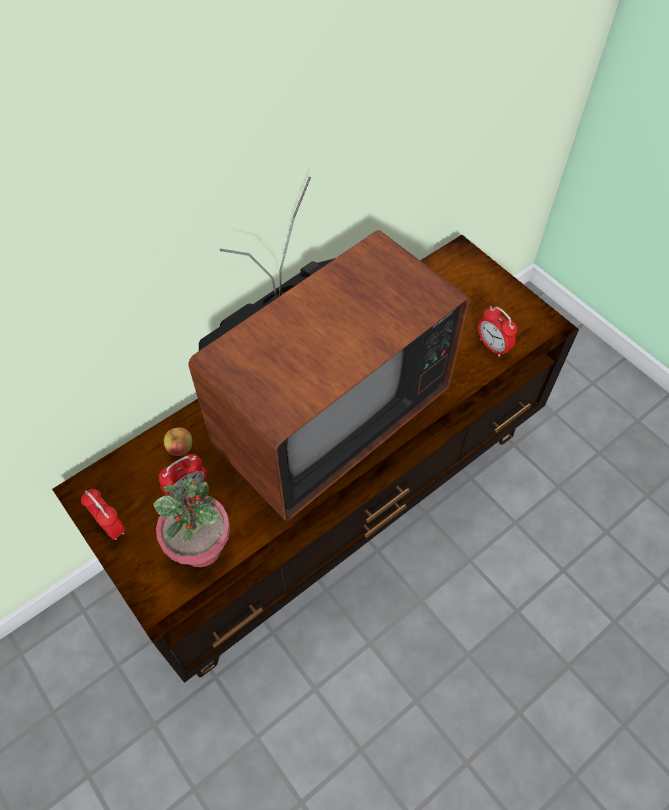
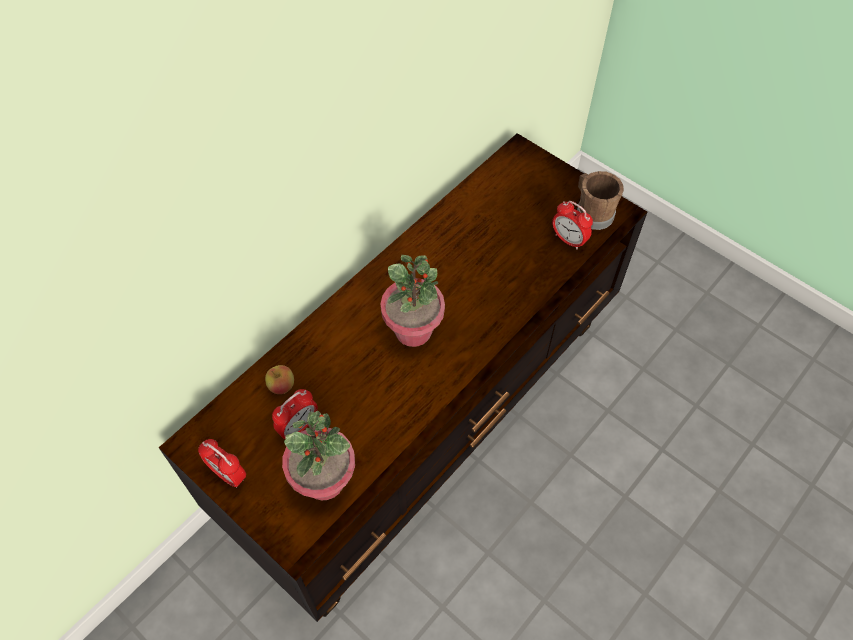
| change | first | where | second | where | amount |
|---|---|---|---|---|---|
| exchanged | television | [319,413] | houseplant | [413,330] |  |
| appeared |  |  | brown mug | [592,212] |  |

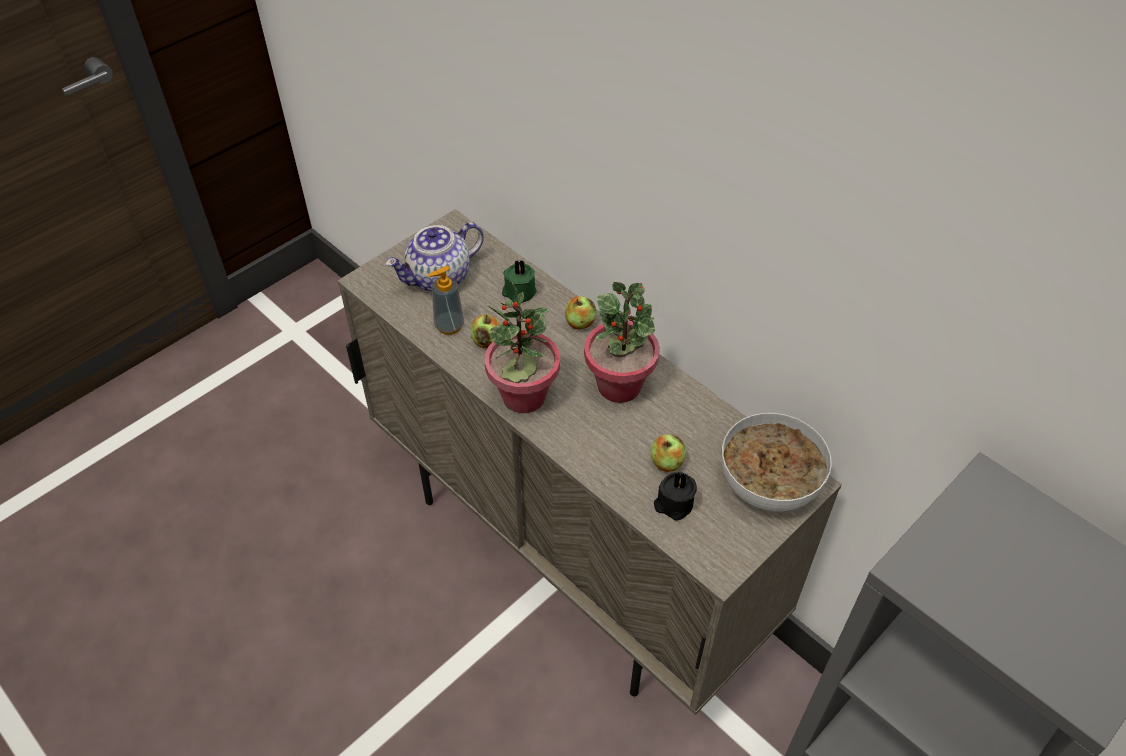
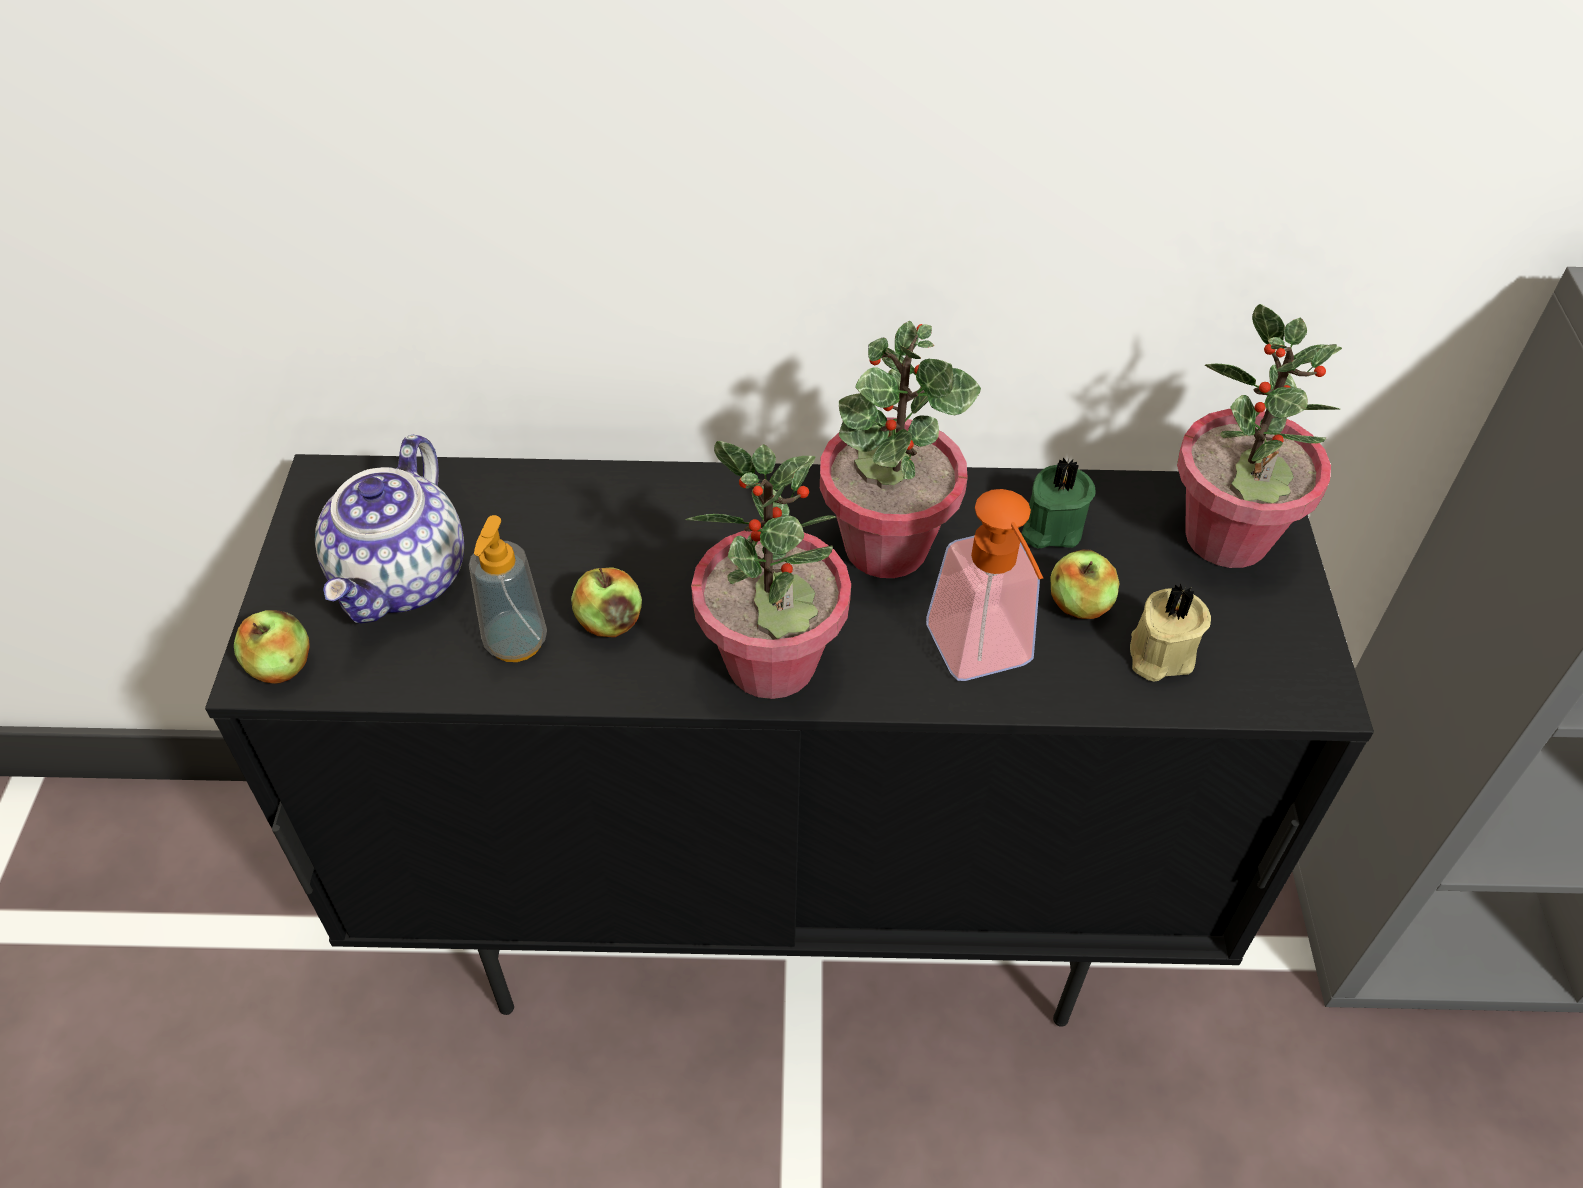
| change | first | where | second | where | amount |
|---|---|---|---|---|---|
| colour | sand-coloured cabinet | [568,556] | black-coloured cabinet | [788,915] |  |
| relocated | greenish wax light | [518,292] |  | [1050,527] |  |
| relocated | apple fruit | [580,323] |  | [281,666] |  |
| colour | black-coloured wax light | [673,504] | sand-coloured wax light | [1158,654] |  |
| exchanged | serving bowl | [768,485] | houseplant | [1226,538] |  |
| appeared |  |  | soap dispenser | [986,659] |  |

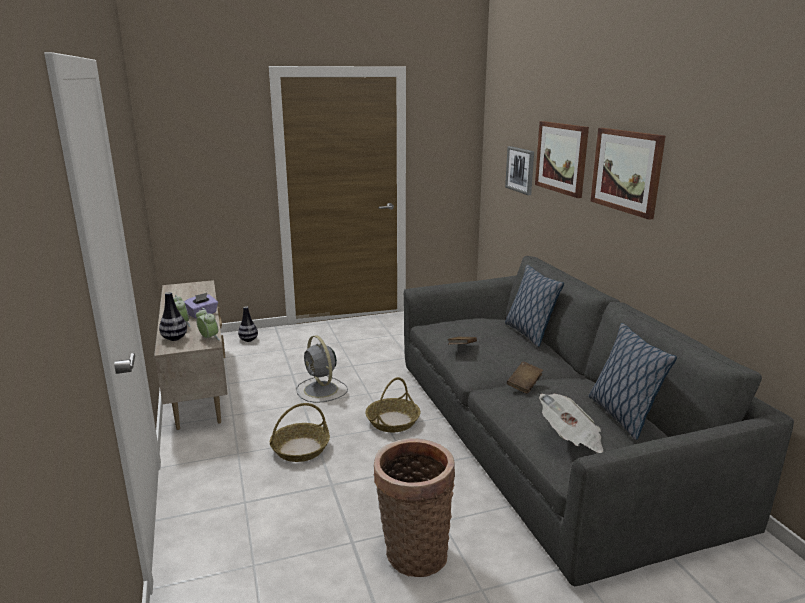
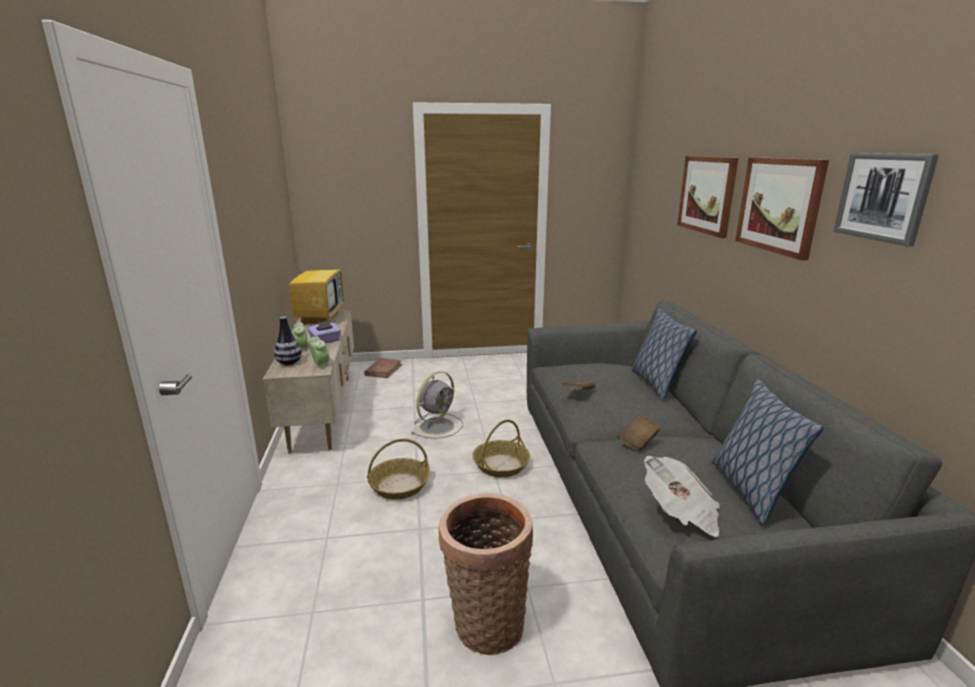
| change | first | where | second | where | amount |
|---|---|---|---|---|---|
| exchanged | flower vase | [248,340] | brown bound book | [383,370] |  |
| spun | grey cooling fan | [321,390] |  | [438,425] | 120 degrees counterclockwise |
| relocated | wall picture | [520,170] |  | [883,197] |  |
| appeared |  |  | television | [320,318] |  |

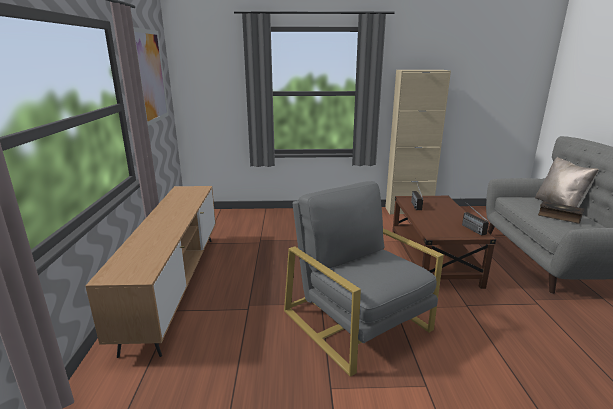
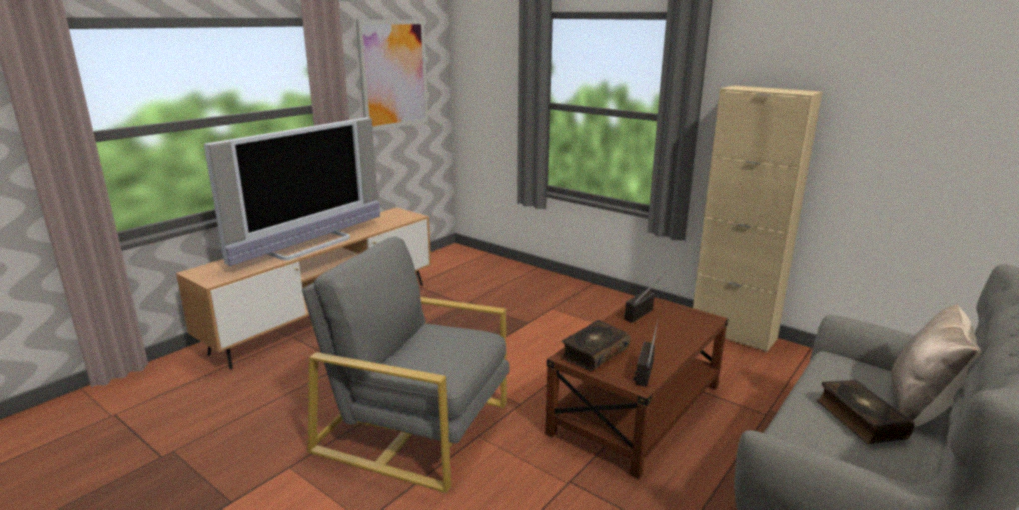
| change | first | where | second | where | amount |
|---|---|---|---|---|---|
| spun | grey lounge chair | [357,321] |  | [415,427] | 75 degrees counterclockwise |
| appeared |  |  | television | [310,245] |  |
| appeared |  |  | bound book | [594,353] |  |

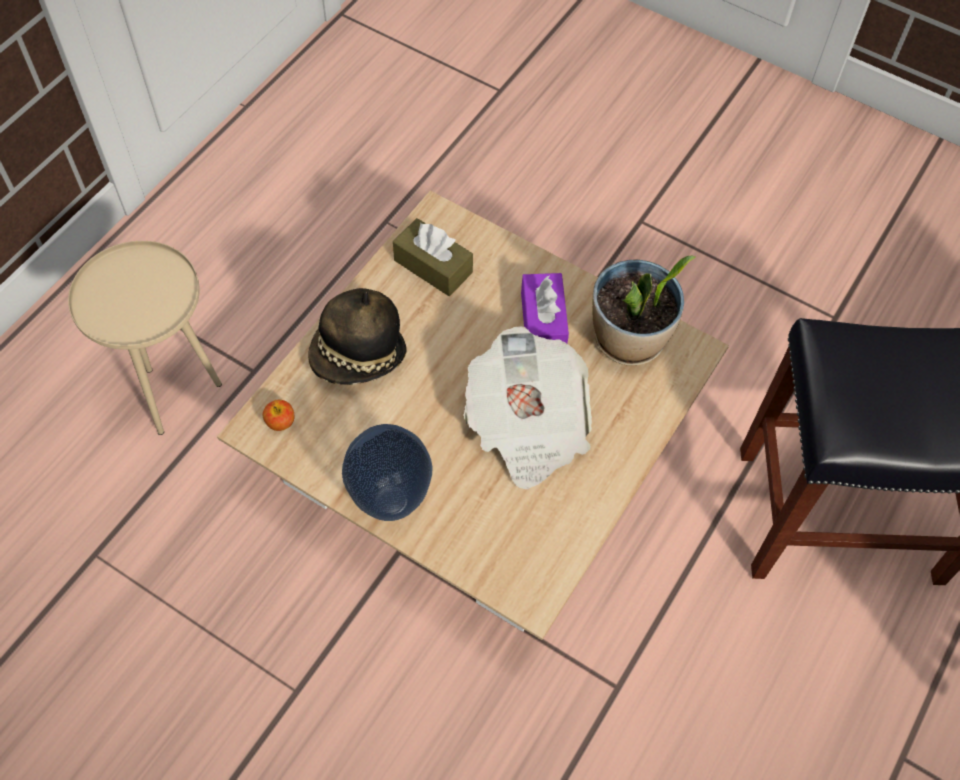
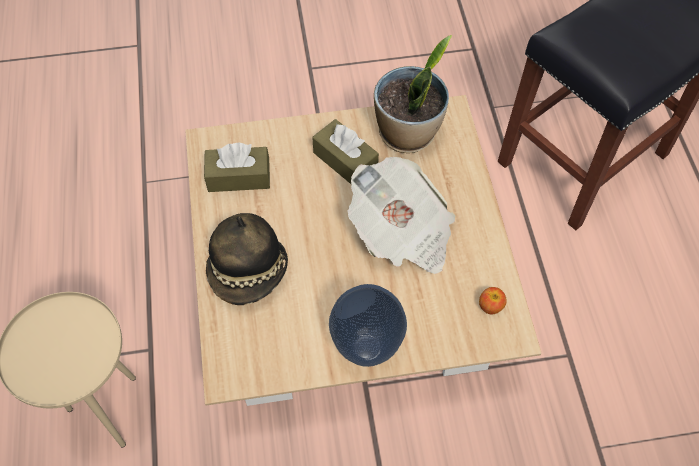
| change | first | where | second | where | amount |
|---|---|---|---|---|---|
| relocated | apple fruit | [280,422] |  | [490,306] |  |
| colour | purple-coloured tissue holder | [543,322] | brown tissue holder | [345,160] |  |

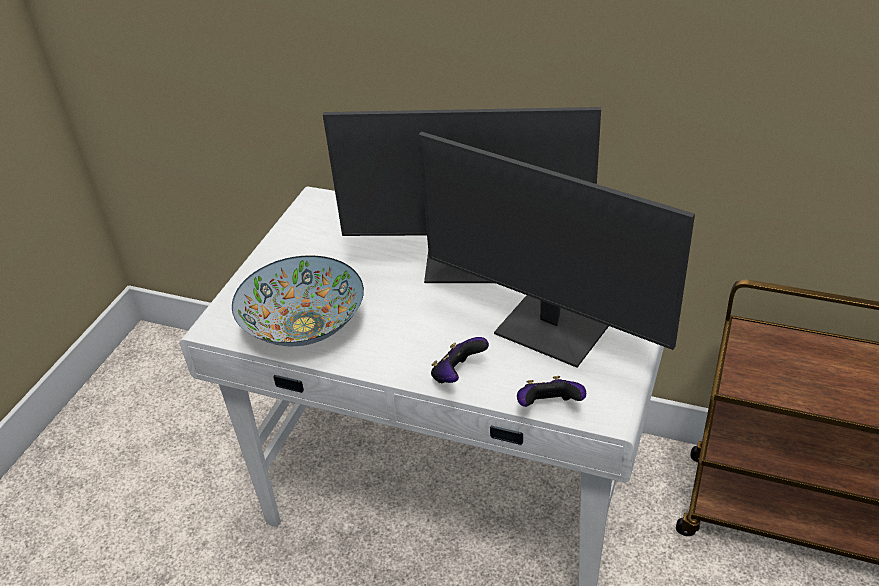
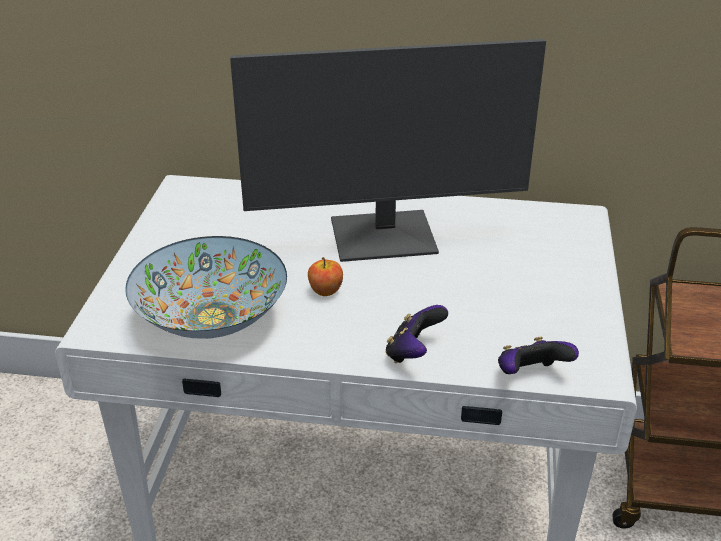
| change | first | where | second | where | amount |
|---|---|---|---|---|---|
| missing | monitor | [552,330] |  |  |  |
| appeared |  |  | apple fruit | [325,290] |  |

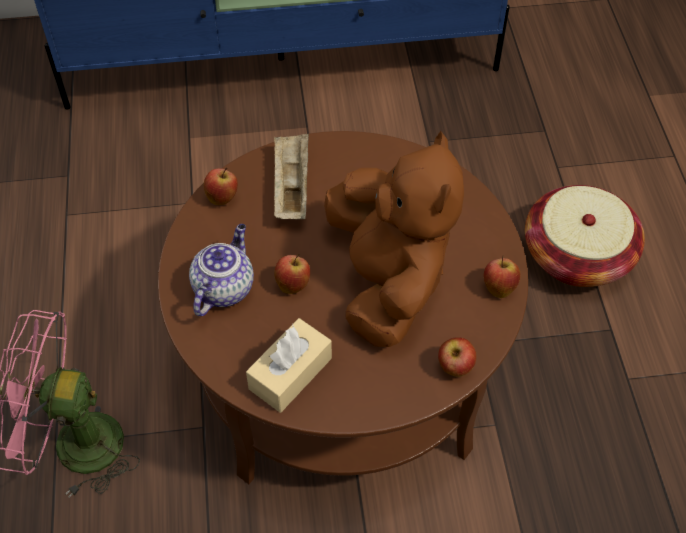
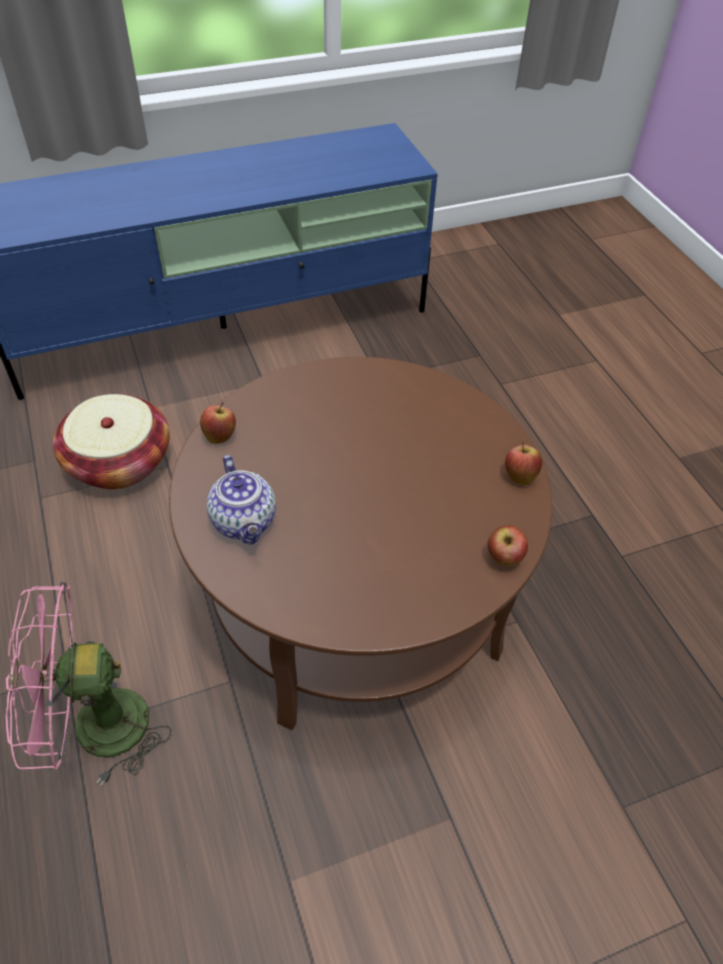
| change | first | where | second | where | amount |
|---|---|---|---|---|---|
| spun | tea pot | [223,287] |  | [245,522] | 150 degrees clockwise |
| missing | sand-coloured tissue holder | [290,373] |  |  |  |
| missing | sand-coloured serving tray | [291,187] |  |  |  |
| missing | apple fruit | [293,284] |  |  |  |
| missing | brown soft toy | [388,281] |  |  |  |
| relocated | storage basket | [577,255] |  | [119,461] |  |

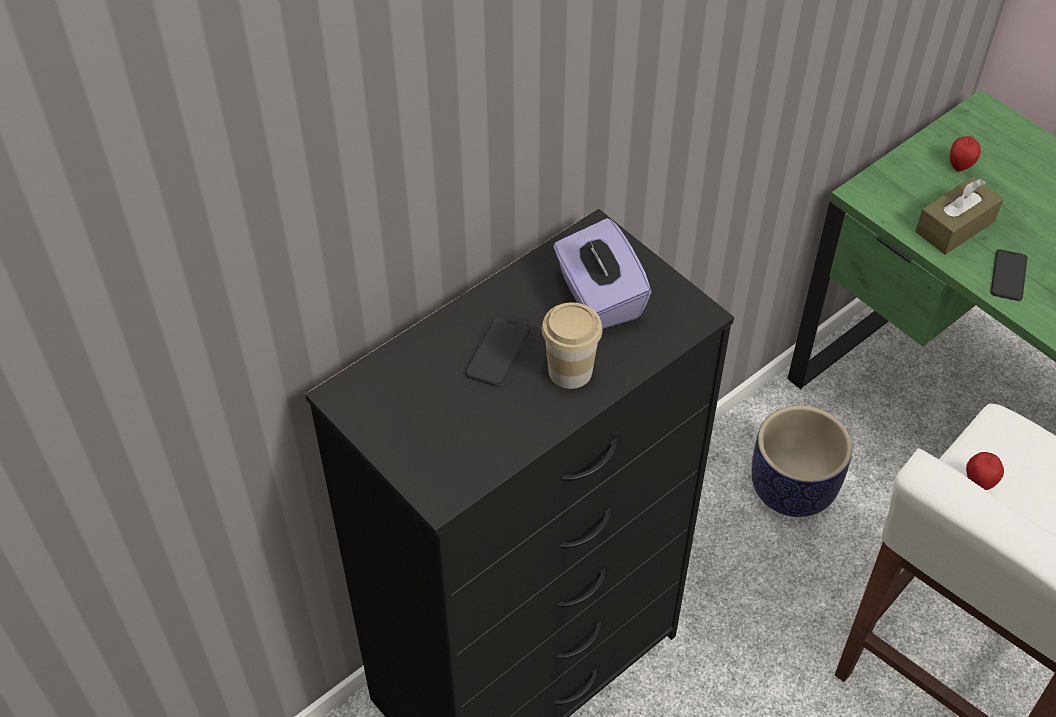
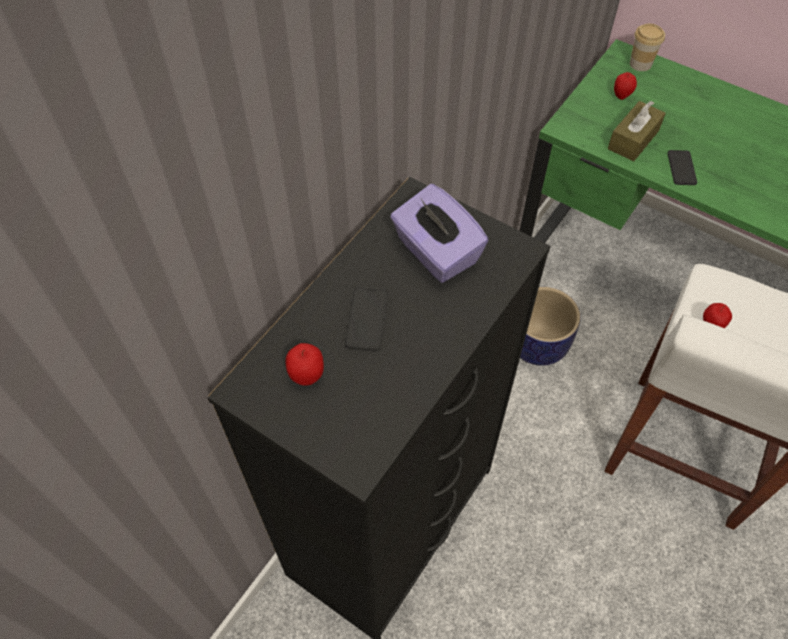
| change | first | where | second | where | amount |
|---|---|---|---|---|---|
| relocated | drinking cup | [570,371] |  | [640,64] |  |
| appeared |  |  | apple fruit | [307,376] |  |

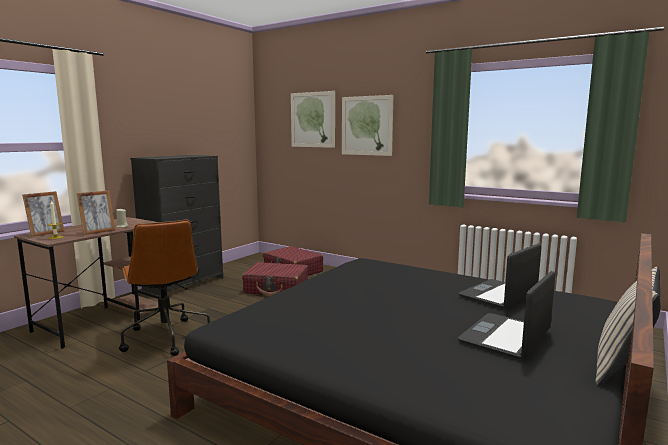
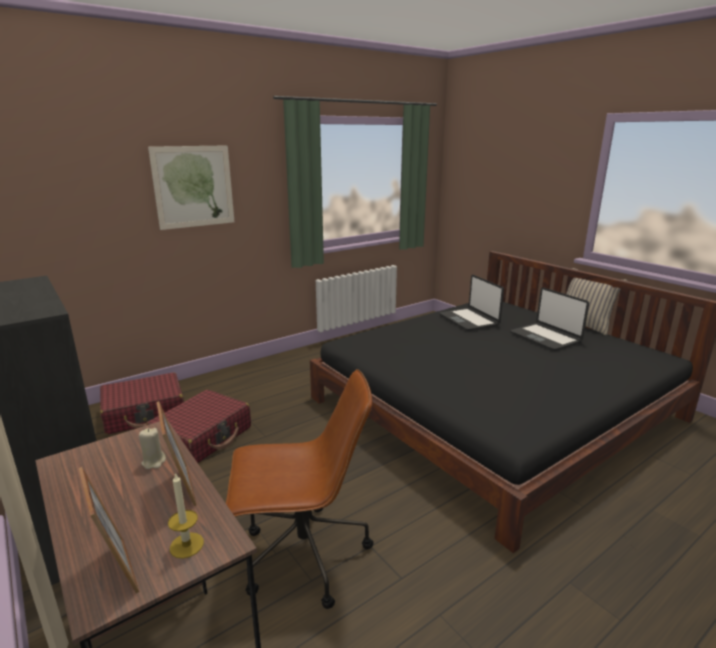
| change | first | where | second | where | amount |
|---|---|---|---|---|---|
| missing | wall picture | [312,119] |  |  |  |

